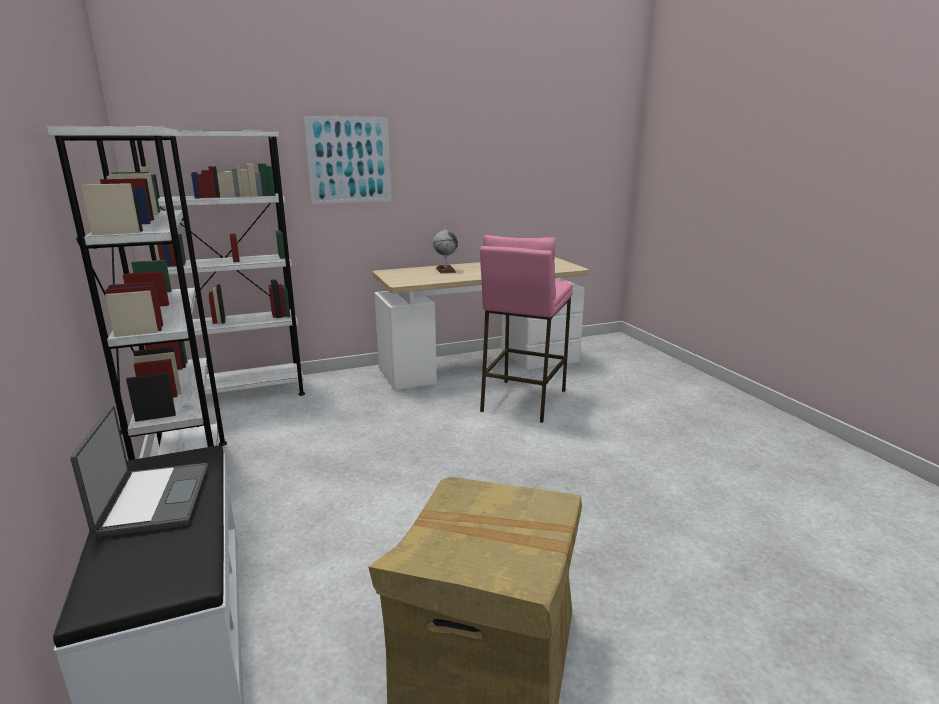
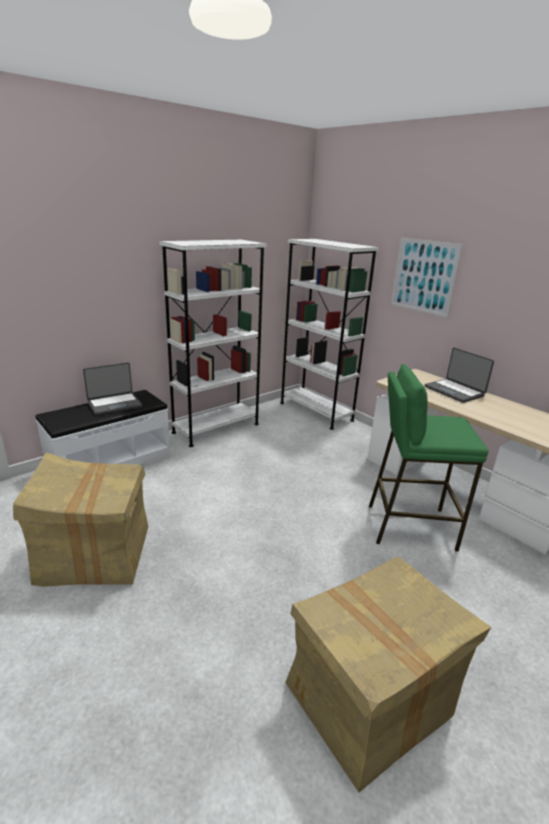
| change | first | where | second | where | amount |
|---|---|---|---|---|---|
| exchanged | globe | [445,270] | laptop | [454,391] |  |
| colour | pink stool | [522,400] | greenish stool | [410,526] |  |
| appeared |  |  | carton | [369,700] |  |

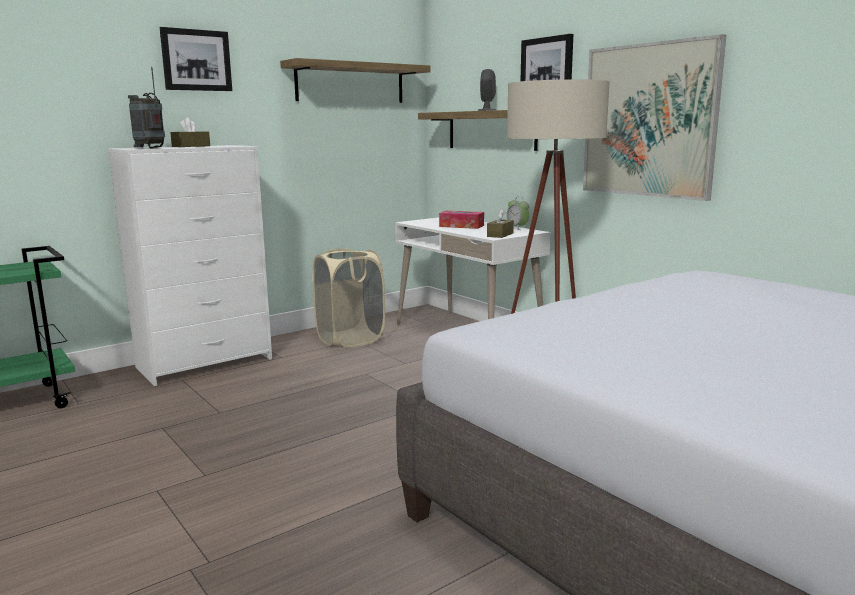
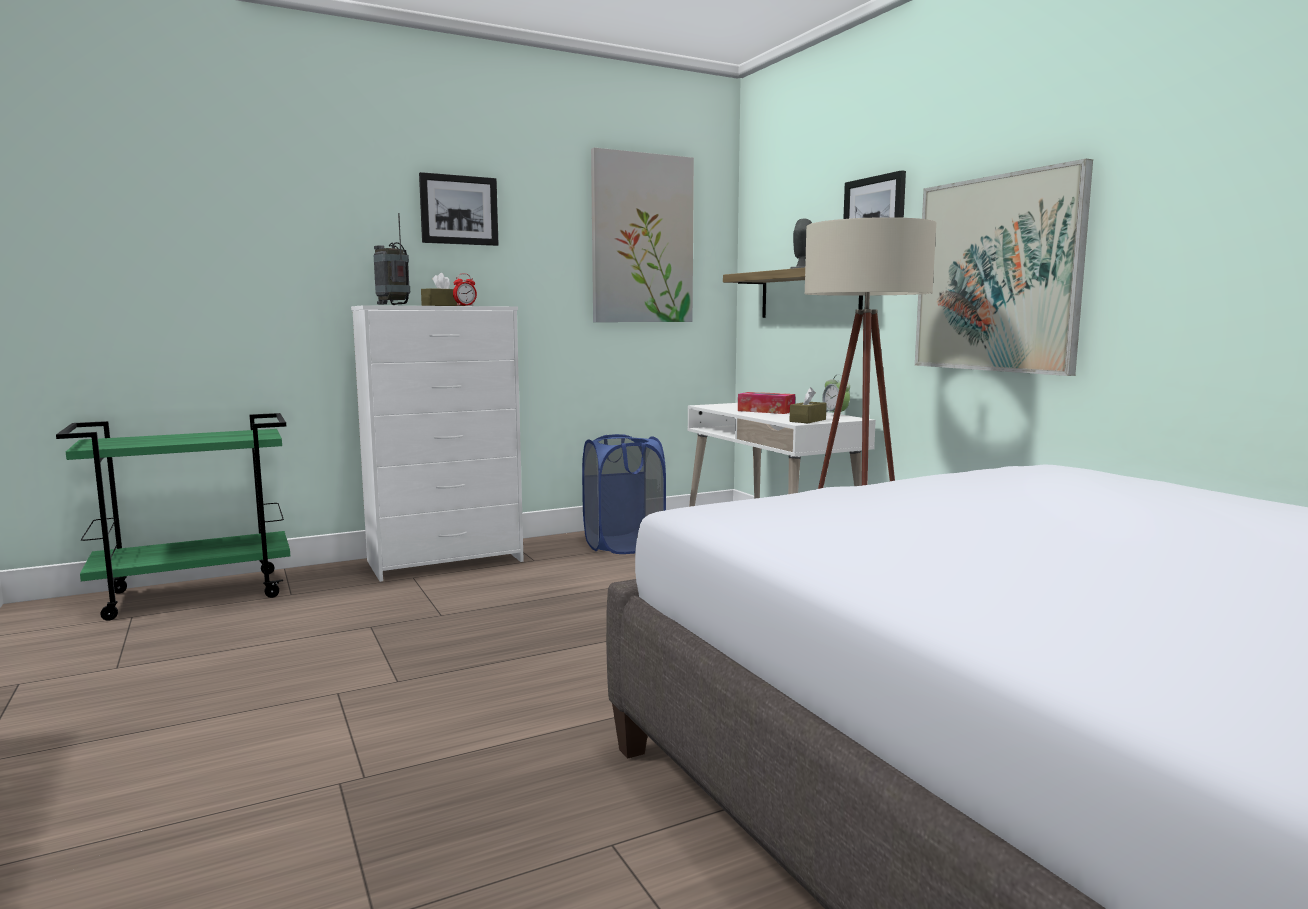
| change | first | where | second | where | amount |
|---|---|---|---|---|---|
| exchanged | shelf | [350,83] | wall picture | [642,239] |  |
| colour | sand-coloured laundry basket | [350,339] | blue-coloured laundry basket | [623,545] |  |
| appeared |  |  | bedside clock | [465,305] |  |

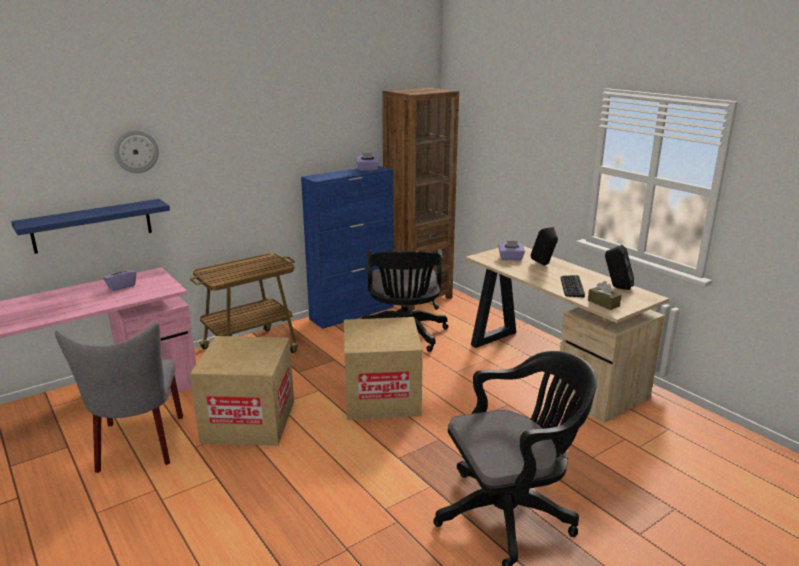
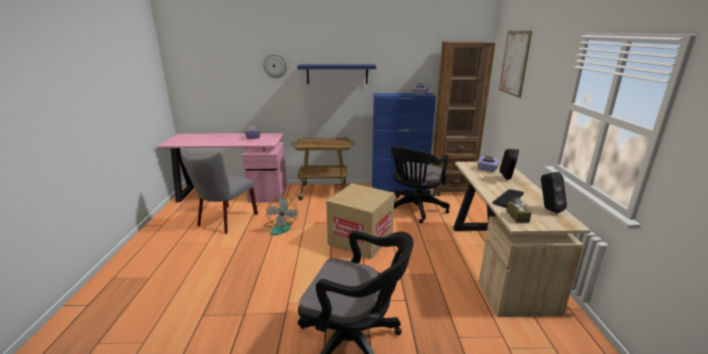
| change | first | where | second | where | amount |
|---|---|---|---|---|---|
| relocated | blue-coloured shelf | [92,225] |  | [337,74] |  |
| exchanged | carton | [249,421] | cooling fan | [281,227] |  |
| appeared |  |  | wall picture | [514,63] |  |

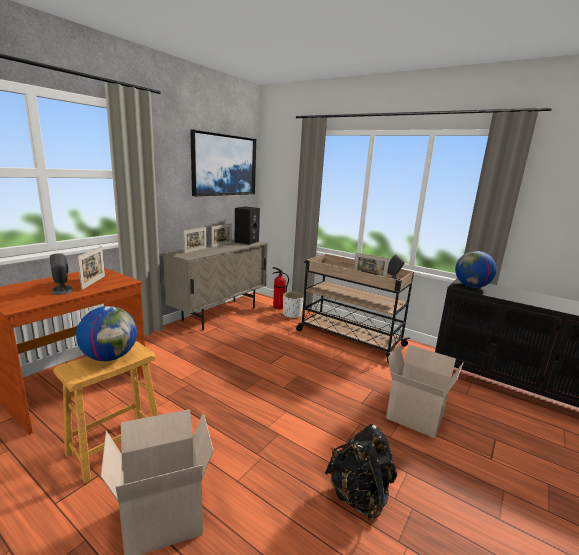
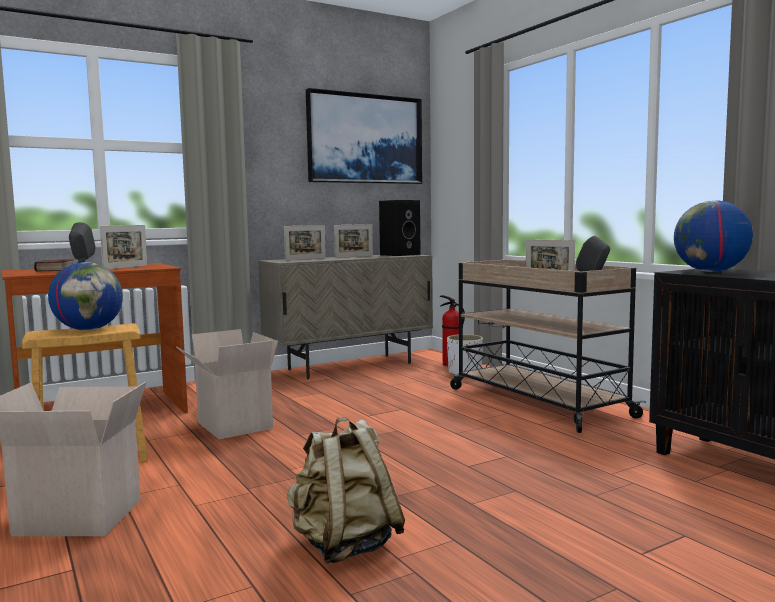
| change | first | where | second | where | amount |
|---|---|---|---|---|---|
| colour | black-coloured rucksack | [358,495] | sand-coloured rucksack | [344,545] |  |
| relocated | carton | [413,417] |  | [232,425] |  |
| appeared |  |  | bound book | [56,269] |  |

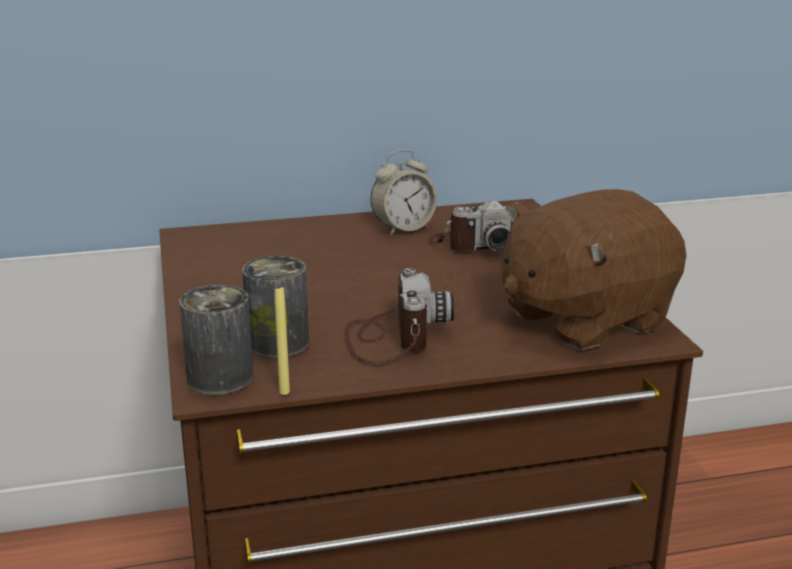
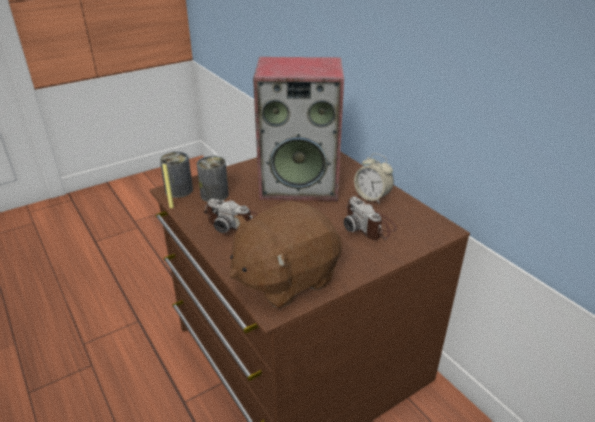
| change | first | where | second | where | amount |
|---|---|---|---|---|---|
| spun | still camera | [391,337] |  | [233,221] | 45 degrees clockwise |
| spun | brown soft toy | [583,319] |  | [284,278] | 75 degrees counterclockwise |
| appeared |  |  | audio speaker | [300,184] |  |

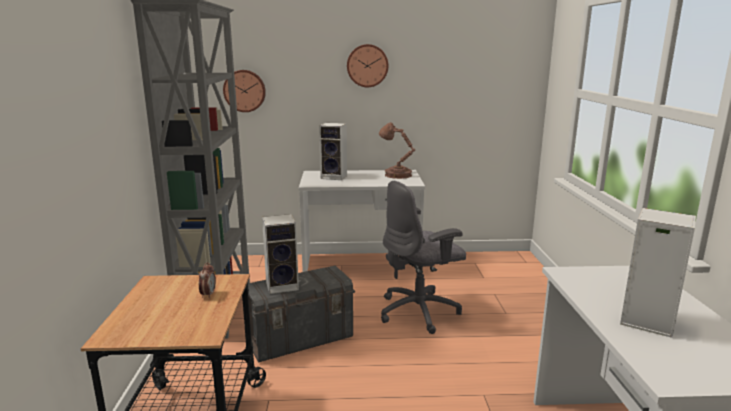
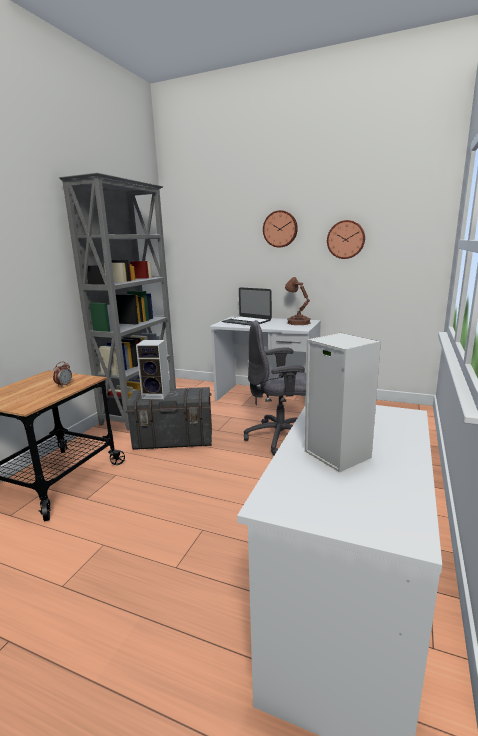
| change | first | where | second | where | amount |
|---|---|---|---|---|---|
| relocated | clock on the wall | [244,91] |  | [346,239] |  |
| exchanged | audio speaker | [335,177] | laptop | [246,321] |  |

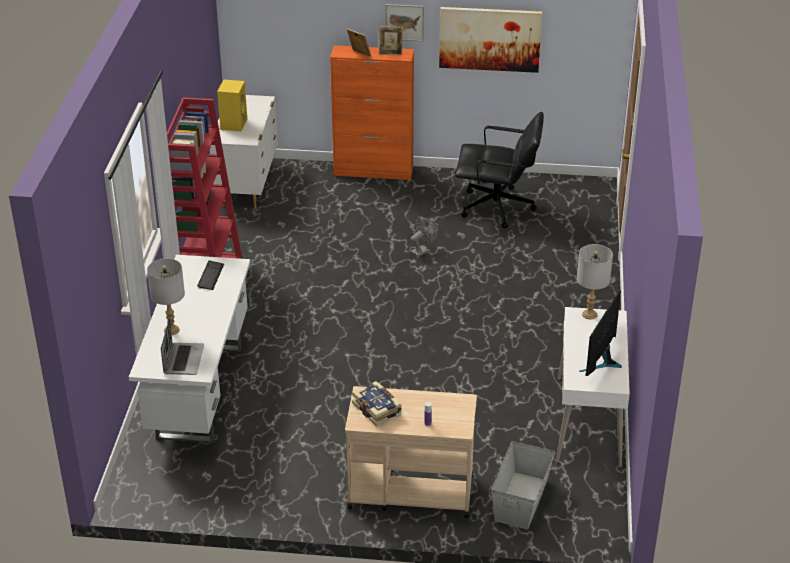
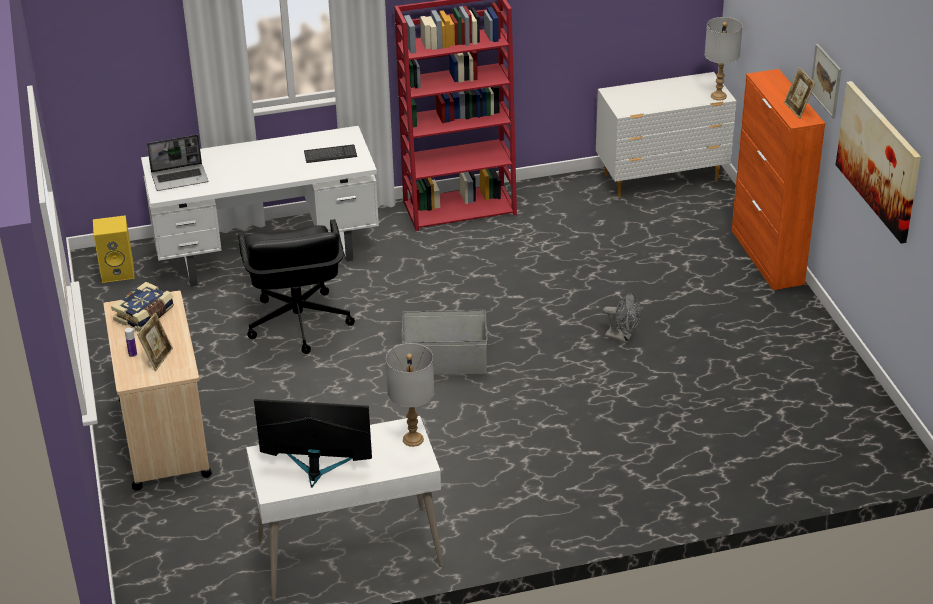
| change | first | where | second | where | amount |
|---|---|---|---|---|---|
| relocated | grey table lamp | [171,330] |  | [718,96] |  |
| relocated | yellowish audio speaker | [233,124] |  | [118,272] |  |
| relocated | photo frame | [359,54] |  | [158,358] |  |
| relocated | black-coloured desk chair | [497,208] |  | [298,323] |  |
| relocated | grey storage box | [521,500] |  | [445,362] |  |

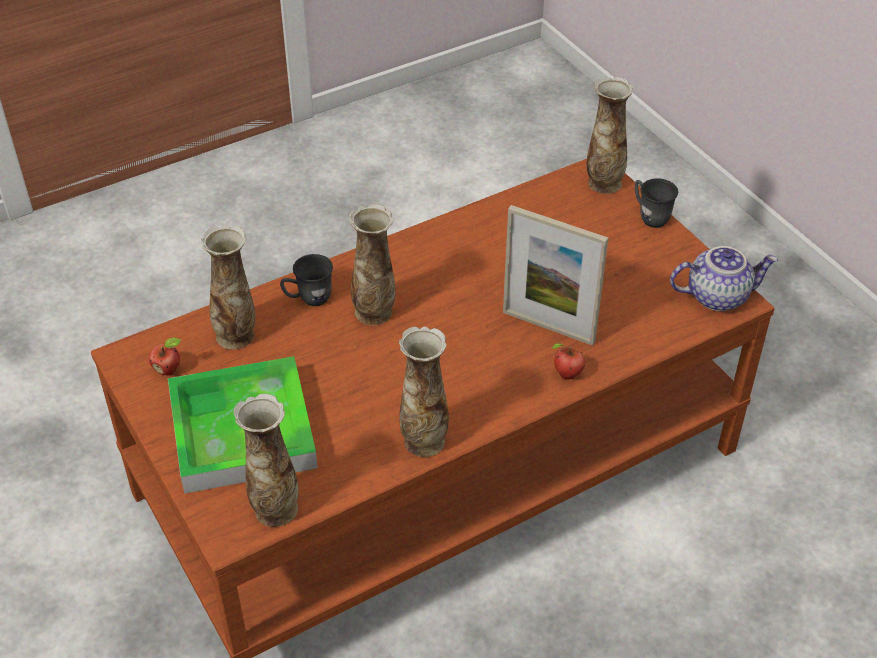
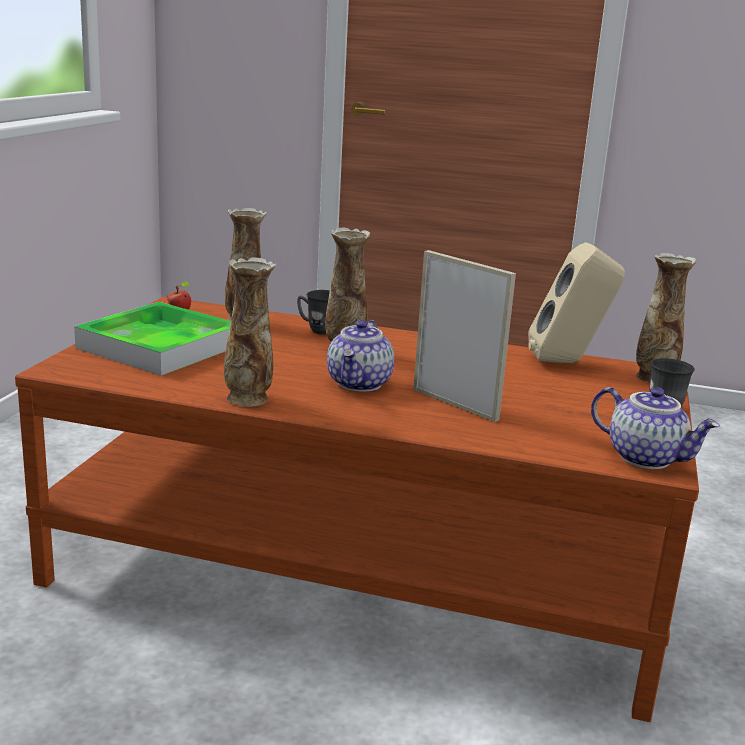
| change | first | where | second | where | amount |
|---|---|---|---|---|---|
| missing | flower vase | [275,508] |  |  |  |
| spun | photo frame | [548,327] |  | [454,404] | 150 degrees clockwise |
| missing | apple fruit | [566,375] |  |  |  |
| appeared |  |  | tea pot | [360,383] |  |
| appeared |  |  | sand-coloured audio speaker | [568,362] |  |

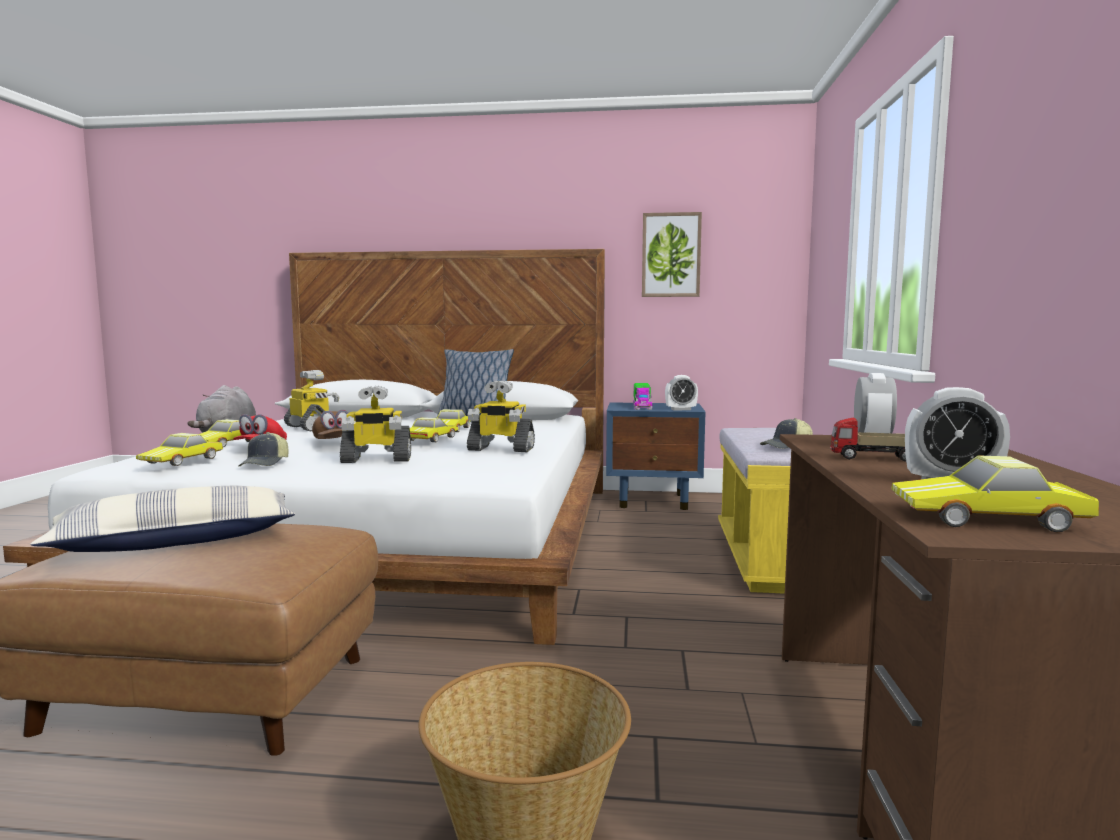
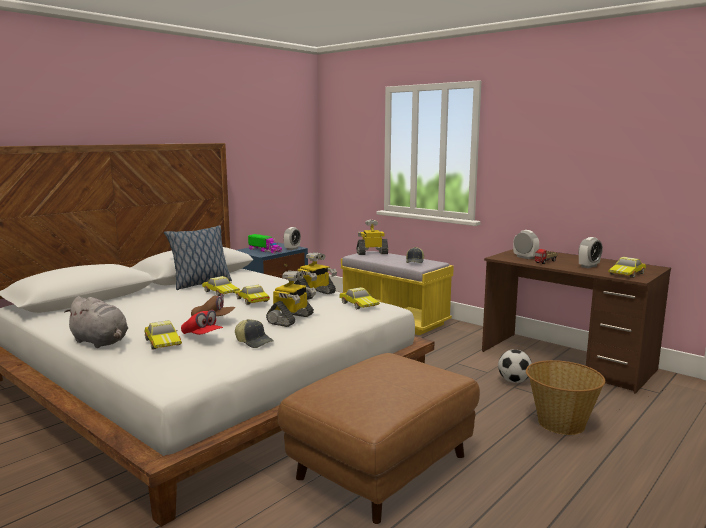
| change | first | where | second | where | amount |
|---|---|---|---|---|---|
| missing | pillow | [177,541] |  |  |  |
| relocated | miniature car | [183,460] |  | [359,304] |  |
| relocated | robot figure | [311,428] |  | [372,253] |  |
| missing | wall picture | [671,255] |  |  |  |
| appeared |  |  | football ball | [514,381] |  |

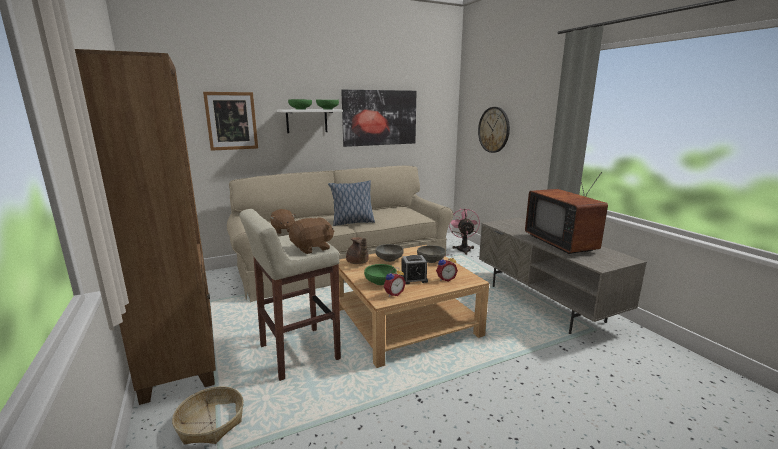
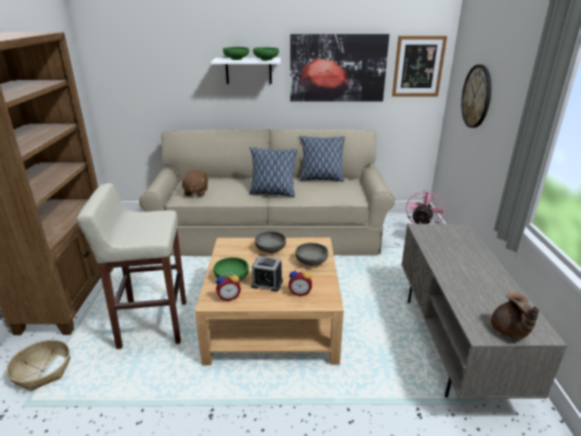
| change | first | where | second | where | amount |
|---|---|---|---|---|---|
| relocated | wall picture | [231,121] |  | [418,66] |  |
| missing | brown soft toy | [312,248] |  |  |  |
| relocated | brown tea pot | [357,262] |  | [509,332] |  |
| missing | television | [563,243] |  |  |  |
| appeared |  |  | pillow | [321,179] |  |

